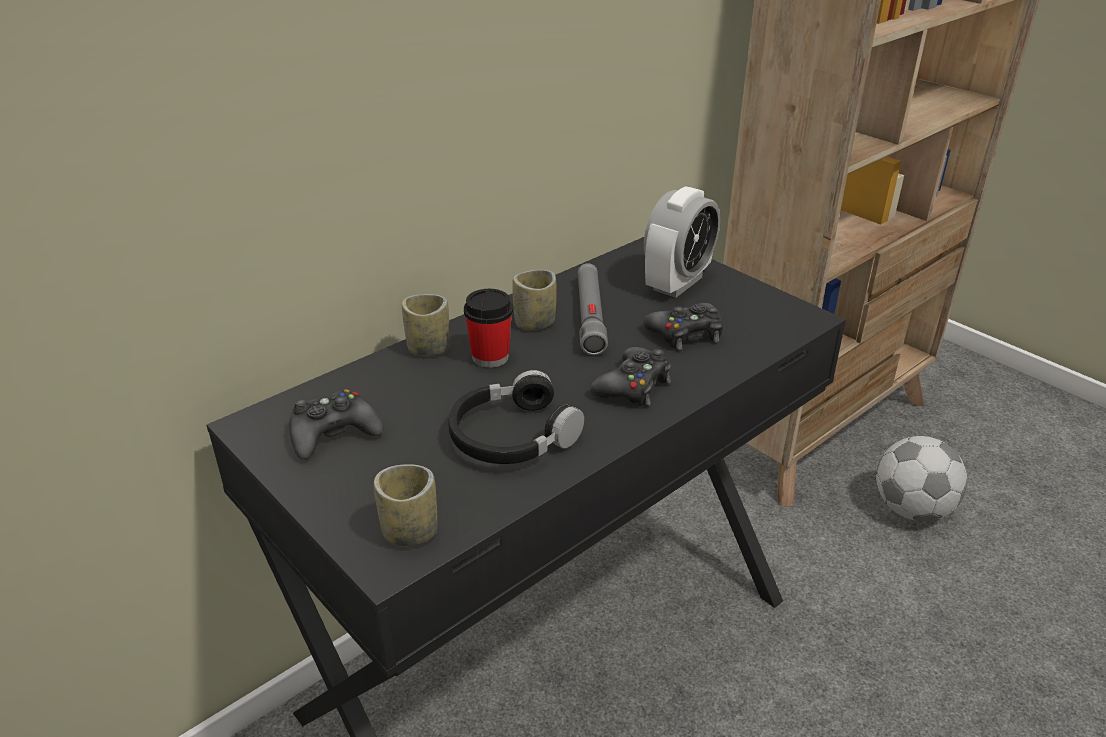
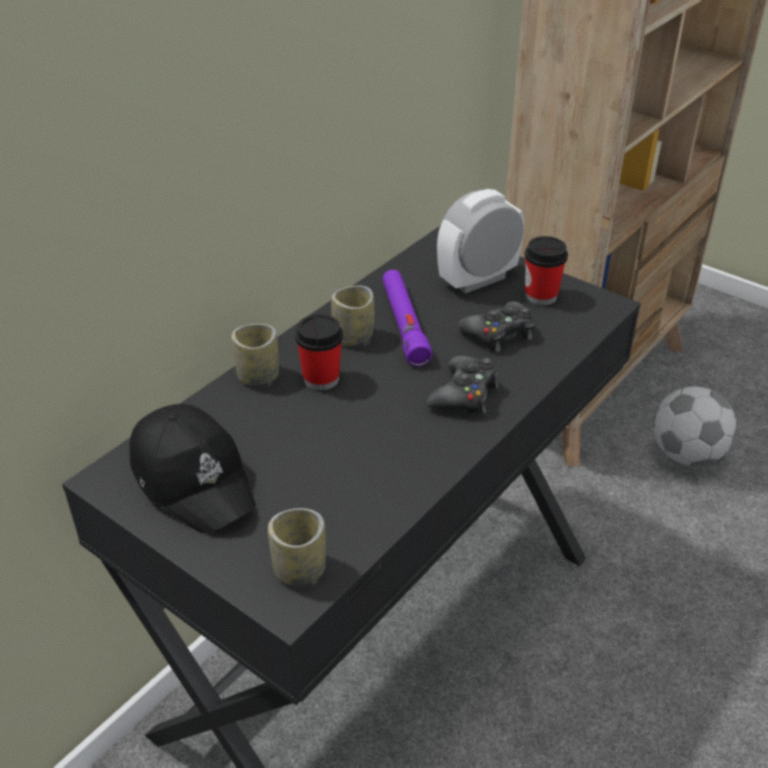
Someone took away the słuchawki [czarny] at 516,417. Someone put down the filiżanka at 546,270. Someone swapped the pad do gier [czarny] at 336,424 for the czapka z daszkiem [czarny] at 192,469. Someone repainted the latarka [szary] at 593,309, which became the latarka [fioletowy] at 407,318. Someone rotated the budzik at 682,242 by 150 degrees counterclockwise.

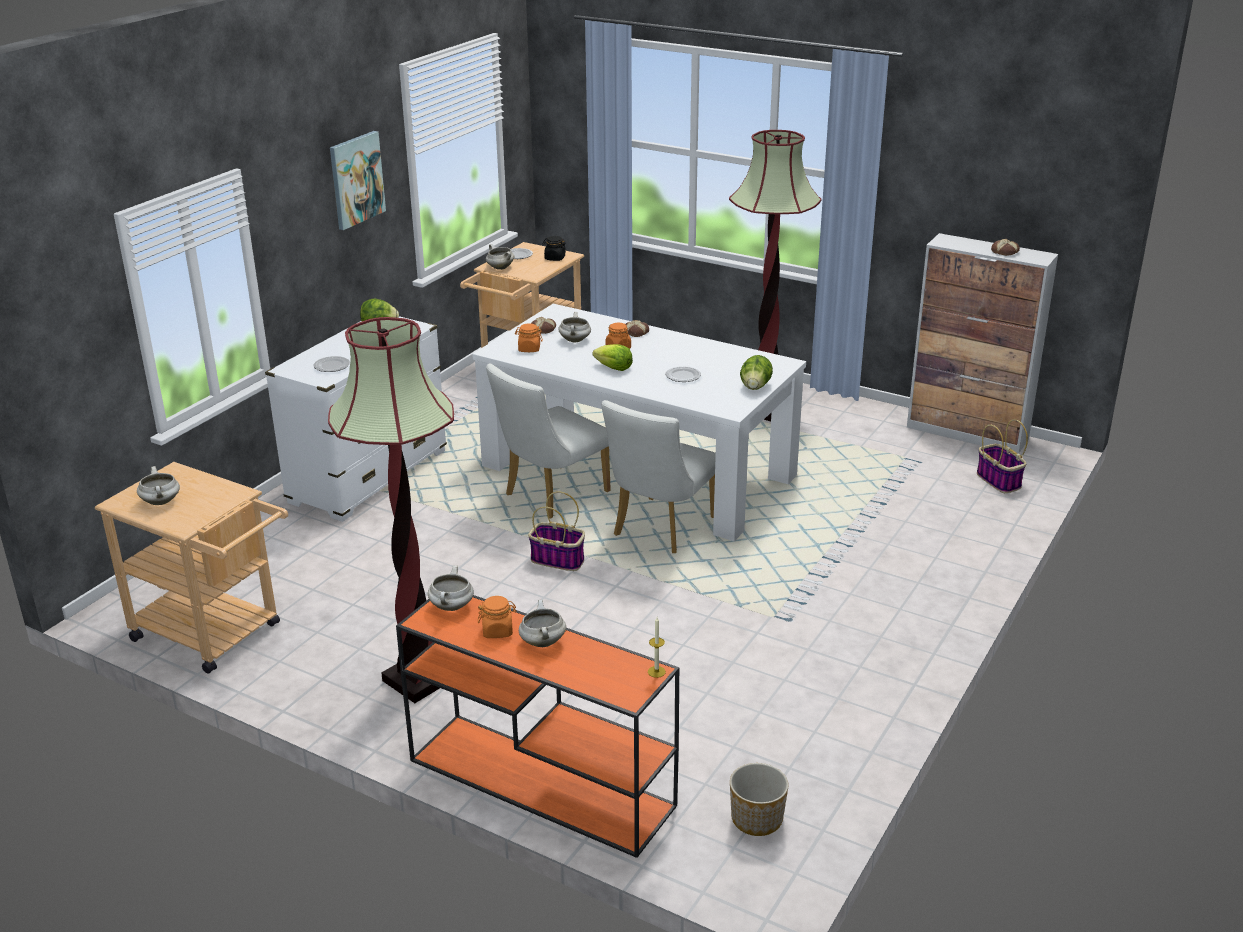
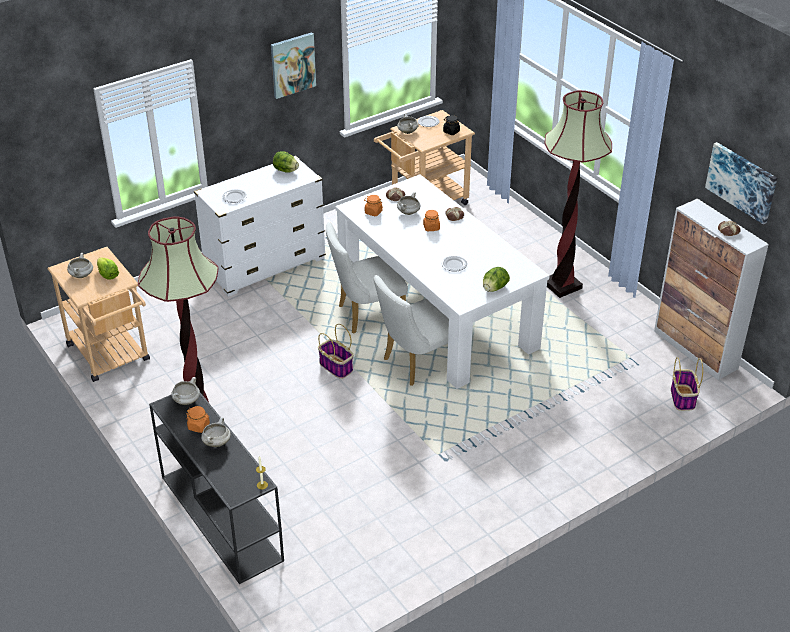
Someone took away the donica at 759,799. Someone put up the obraz at 741,183. Someone carried the sałata from 612,357 to 108,268. Someone repainted the stolik konsolowy [pomarańczowy] at 537,726, which became the stolik konsolowy [czarny] at 216,488.

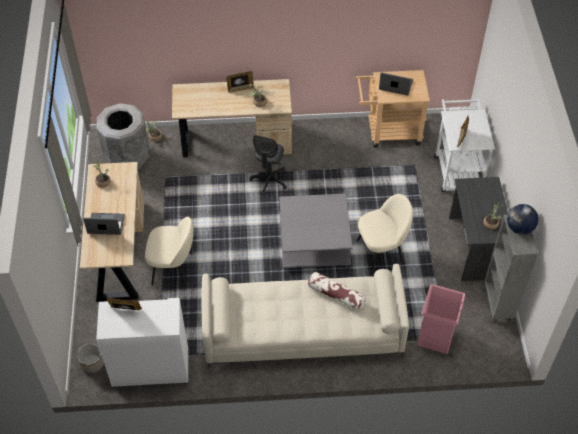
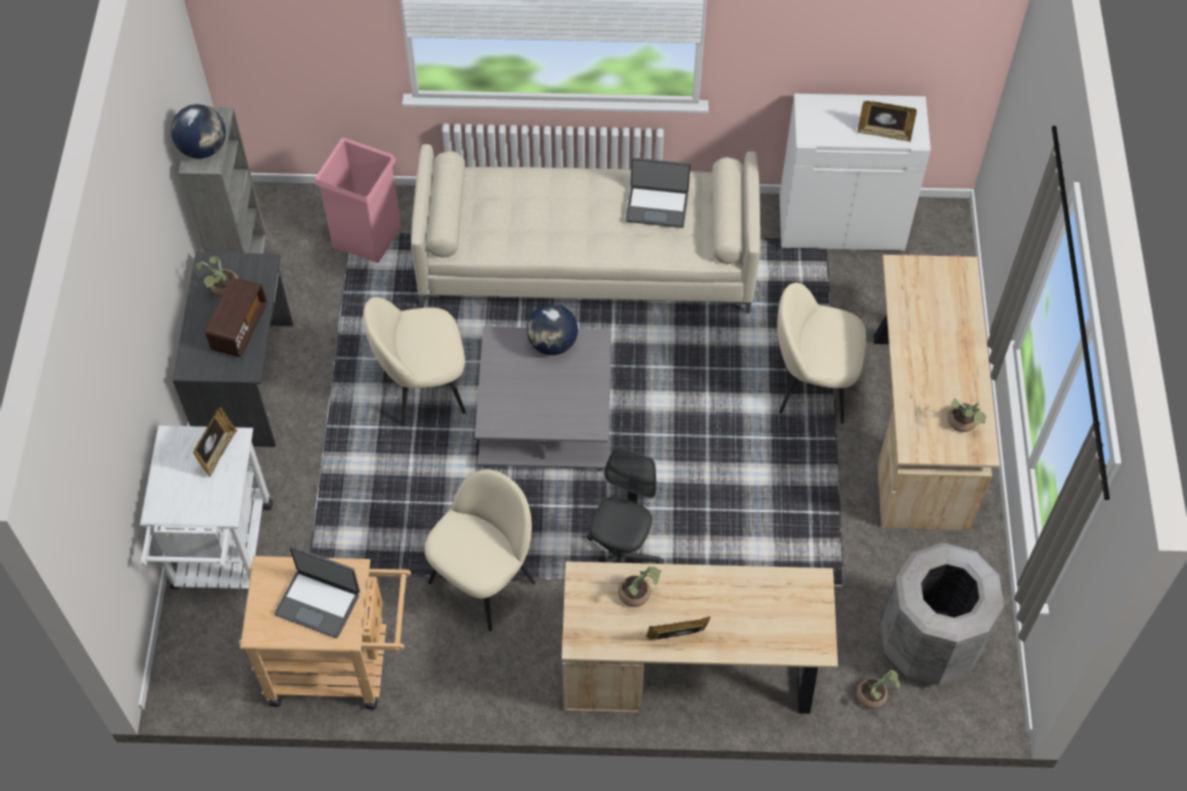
Someone took away the donica at 90,358. Someone took away the poduszka at 337,291. Someone put down the radio at 236,317. Someone put down the krzesło [beżowy] at 480,550. Someone put down the globus at 552,329. Someone carried the laptop from 104,224 to 658,193.

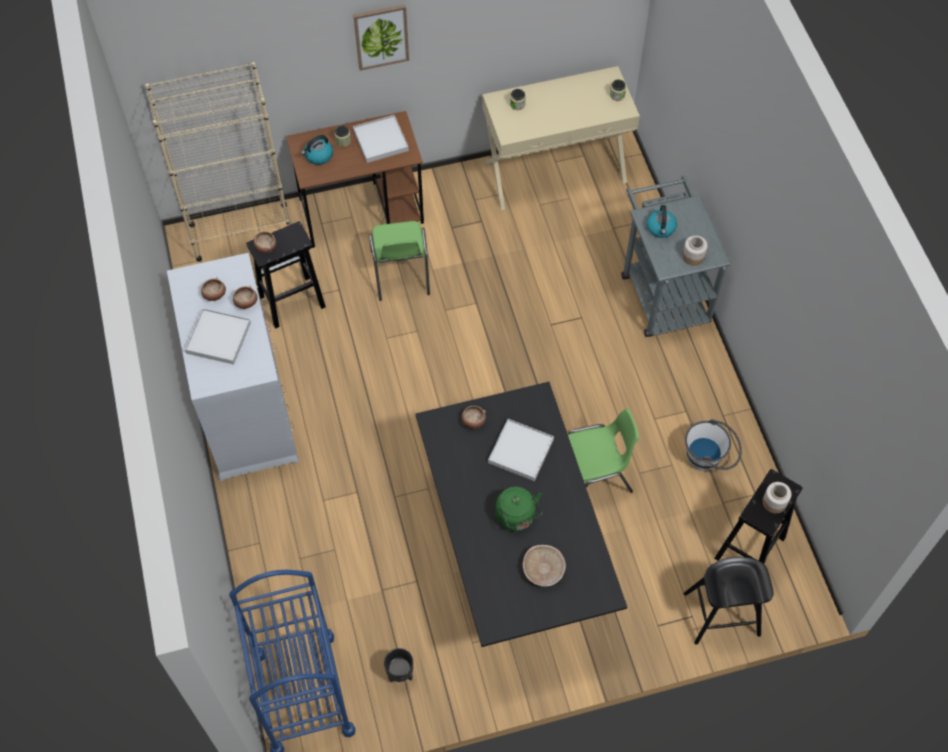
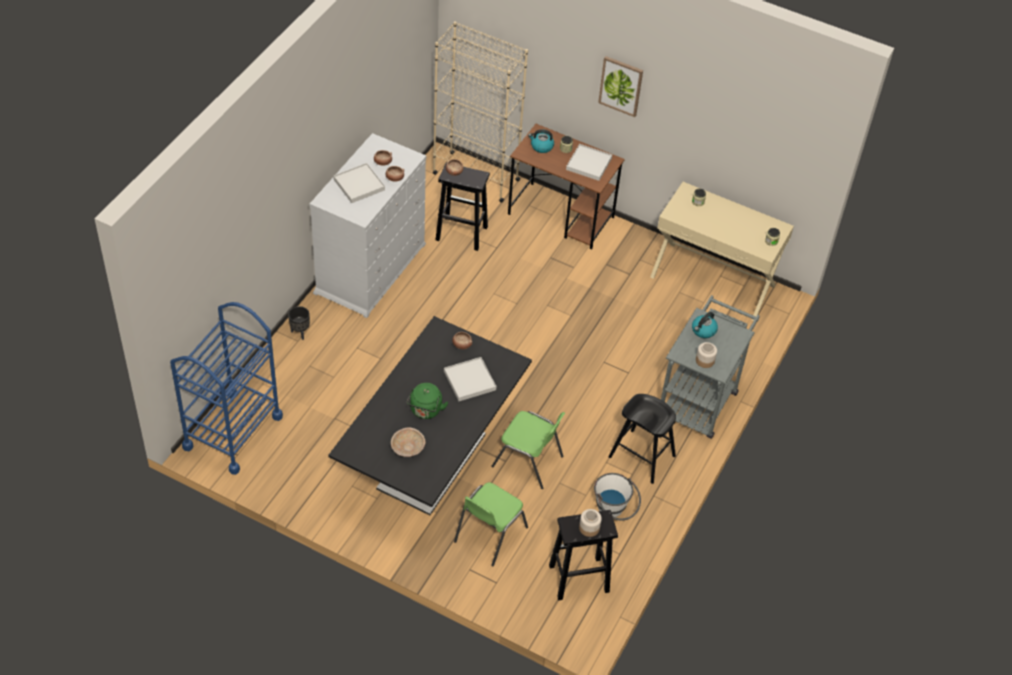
Someone carried the krzesło [zielony] from 399,261 to 491,524. Someone carried the donica [czarny] from 398,665 to 299,323. Someone carried the stołek [czarny] from 729,601 to 642,439.

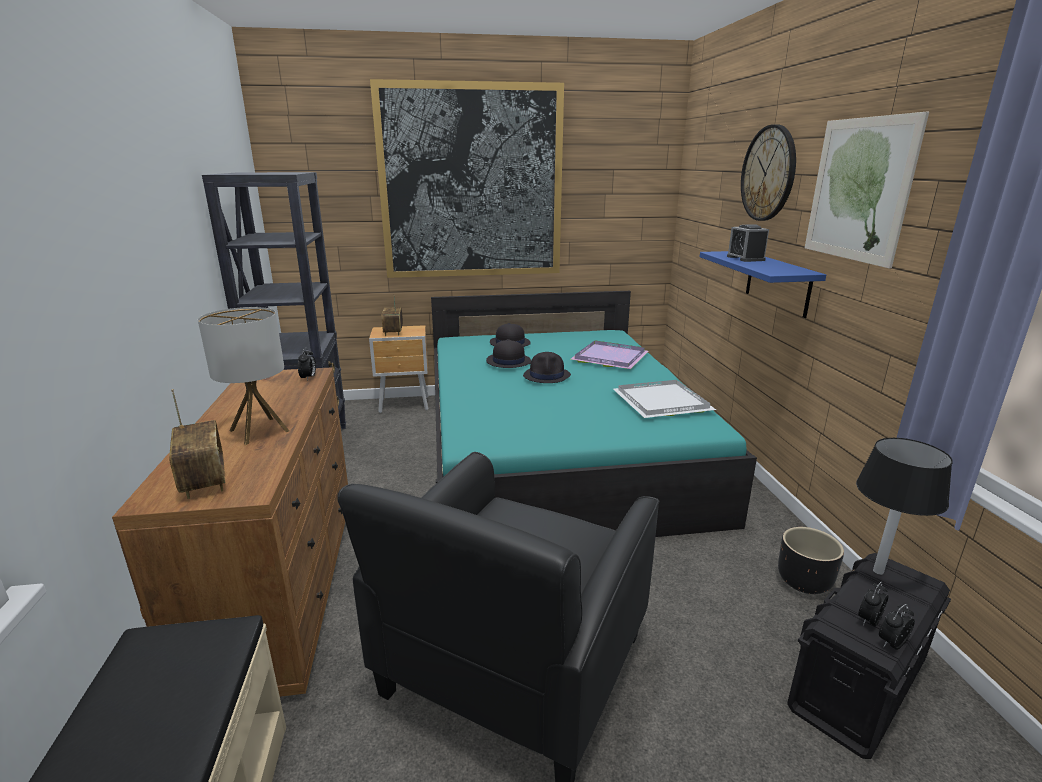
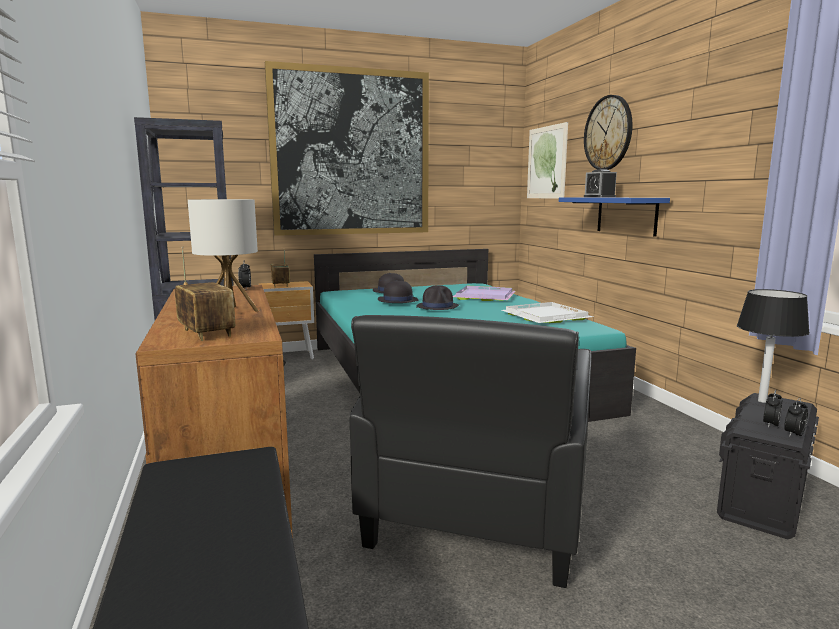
Someone took away the donica [czarny] at 811,560. Someone carried the obraz from 867,190 to 547,160.

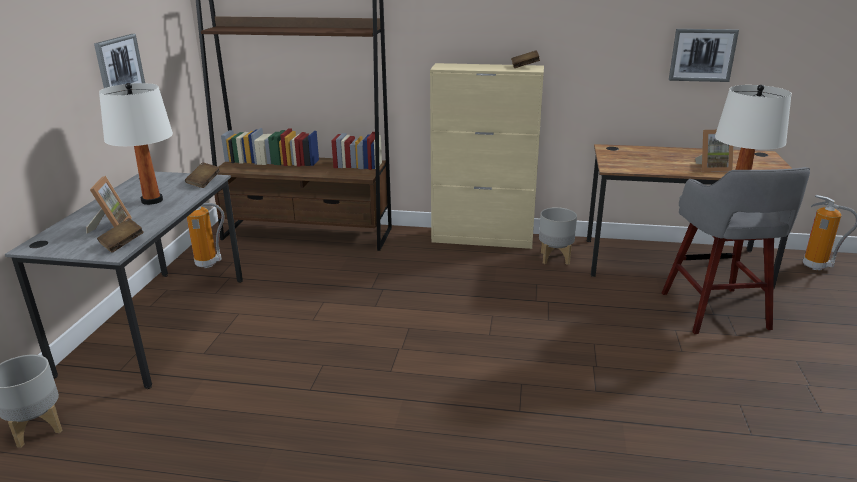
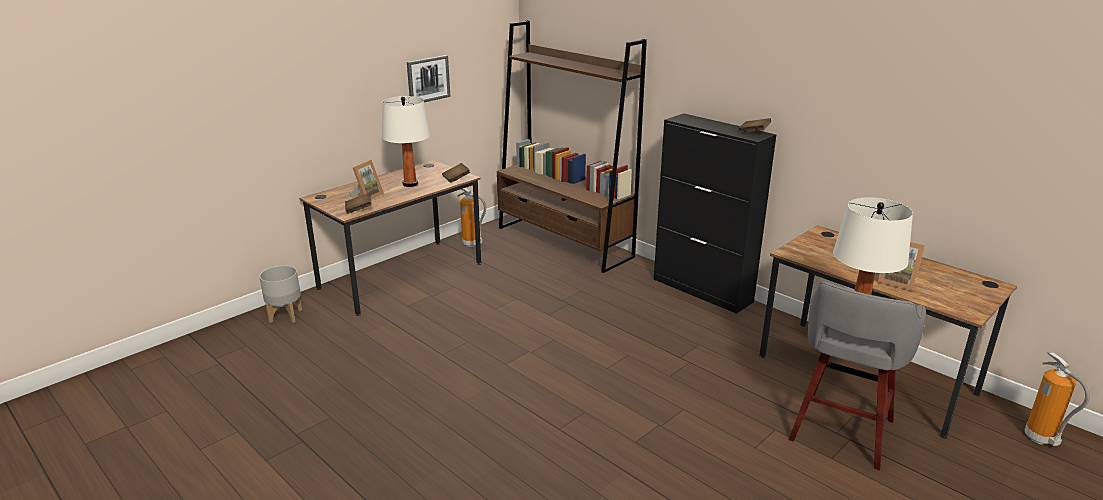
Someone took away the donica [szary] at 558,236. Someone took away the obraz at 704,55. Someone repainted the biurko [szary] at 124,280, which became the biurko [brązowy] at 390,238. Someone repainted the szafka [beżowy] at 487,156, which became the szafka [czarny] at 715,214.

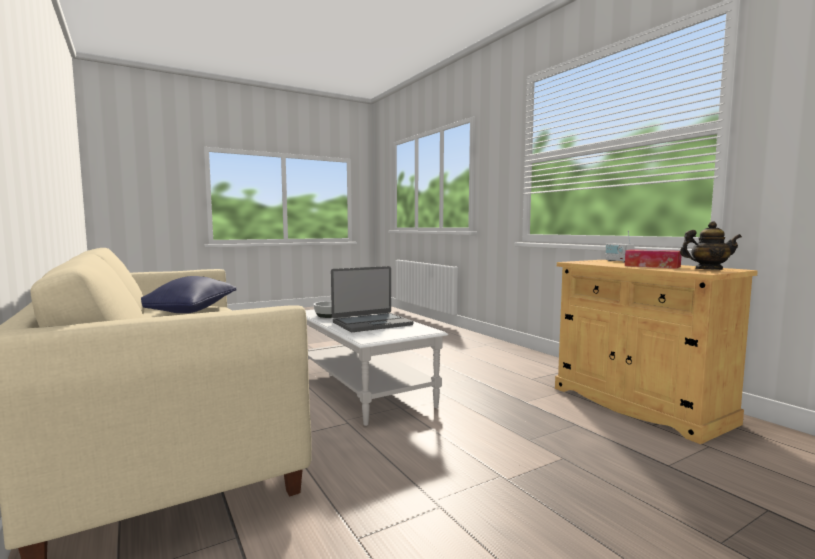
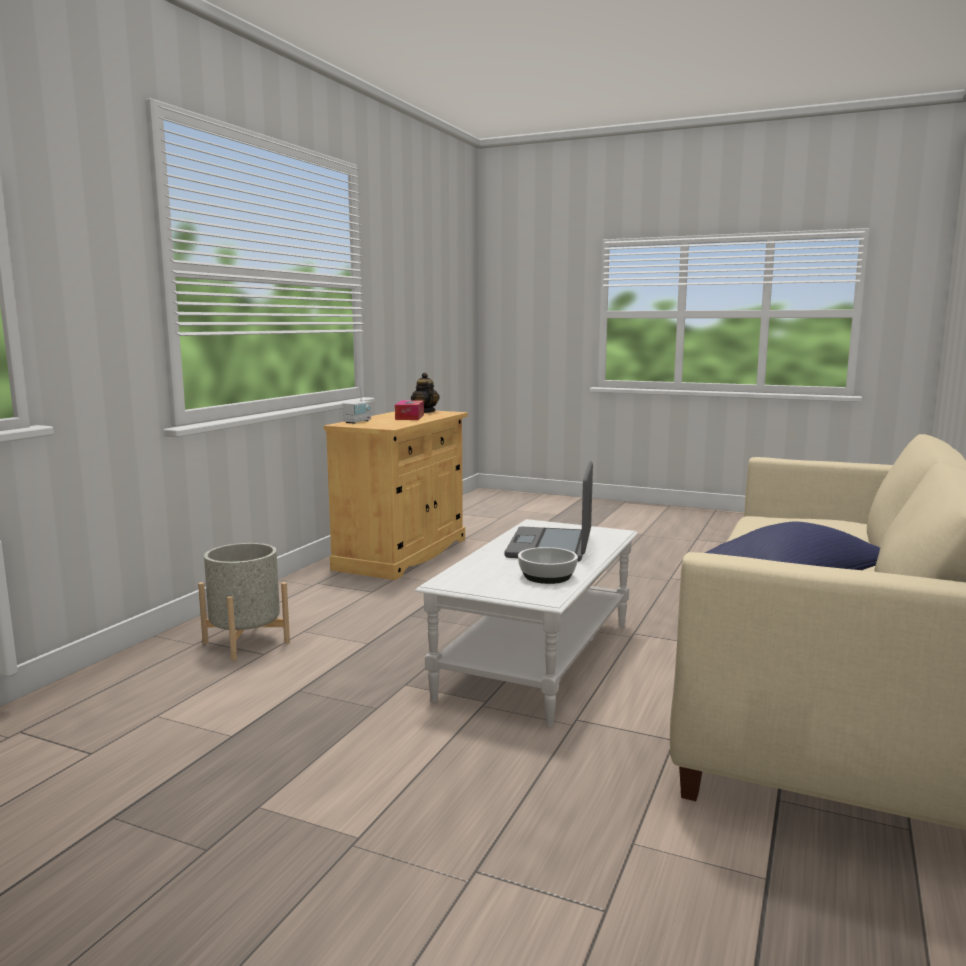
Someone put down the donica [szary] at 244,602. Someone rotated the laptop at 372,299 by 105 degrees counterclockwise.

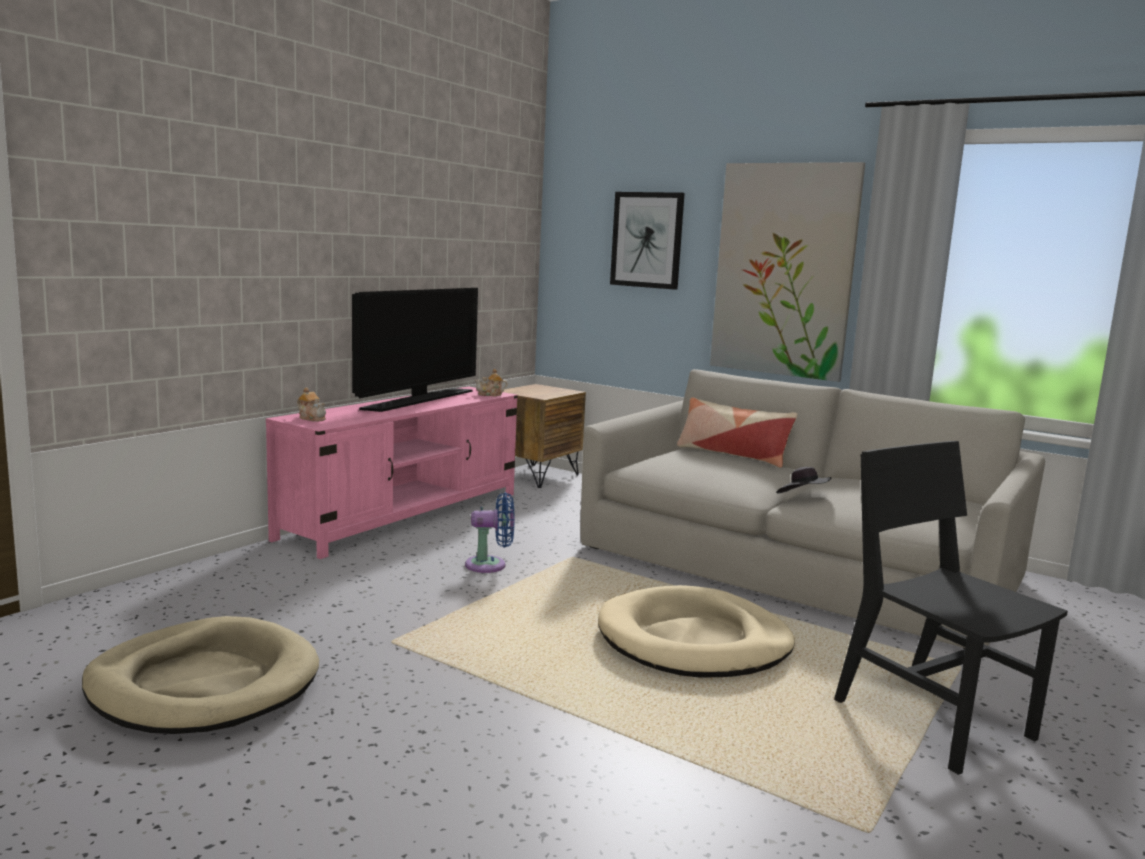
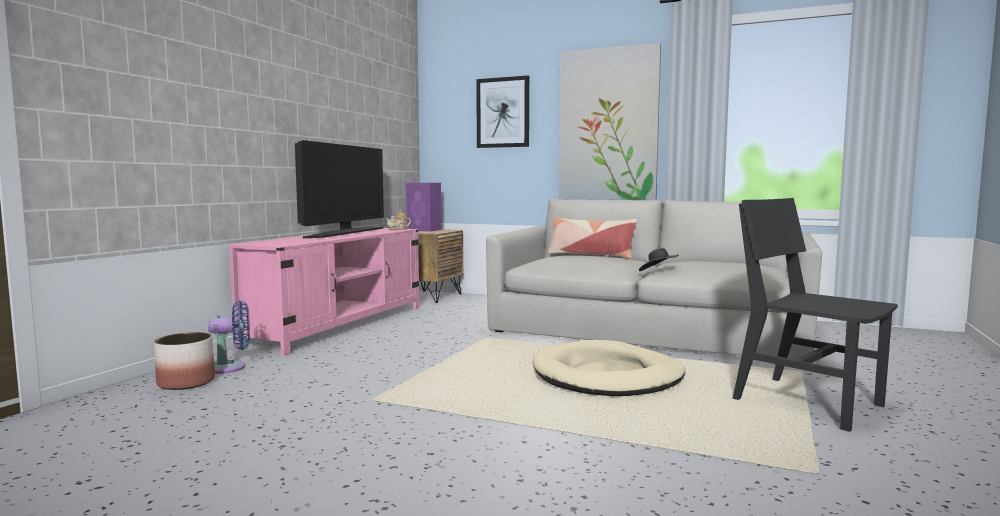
Someone took away the legowisko [beżowy] at 200,675. Someone took away the imbryk at 311,404. Someone put down the donica at 184,361. Someone put down the głośnik [fioletowy] at 423,207. Someone carried the wentylator [niebieski] from 490,532 to 229,337.

